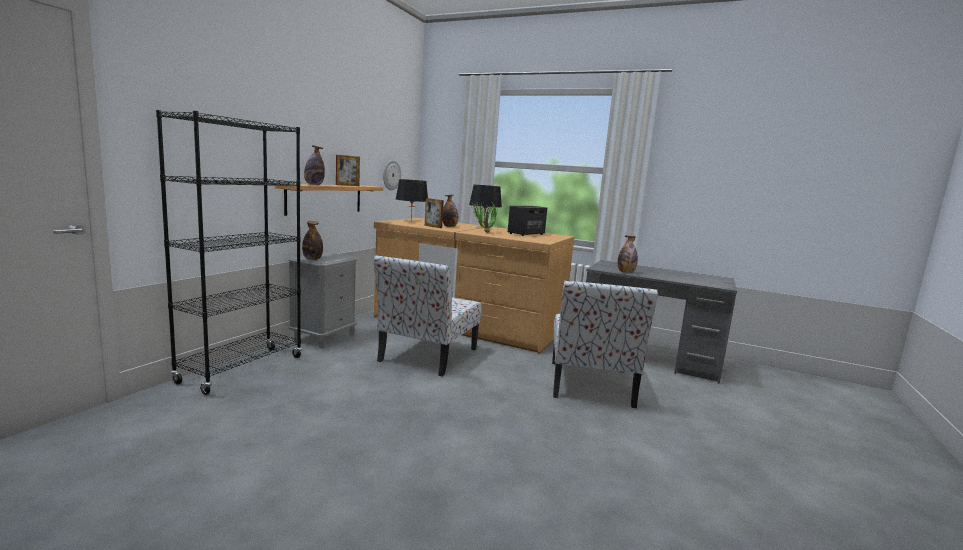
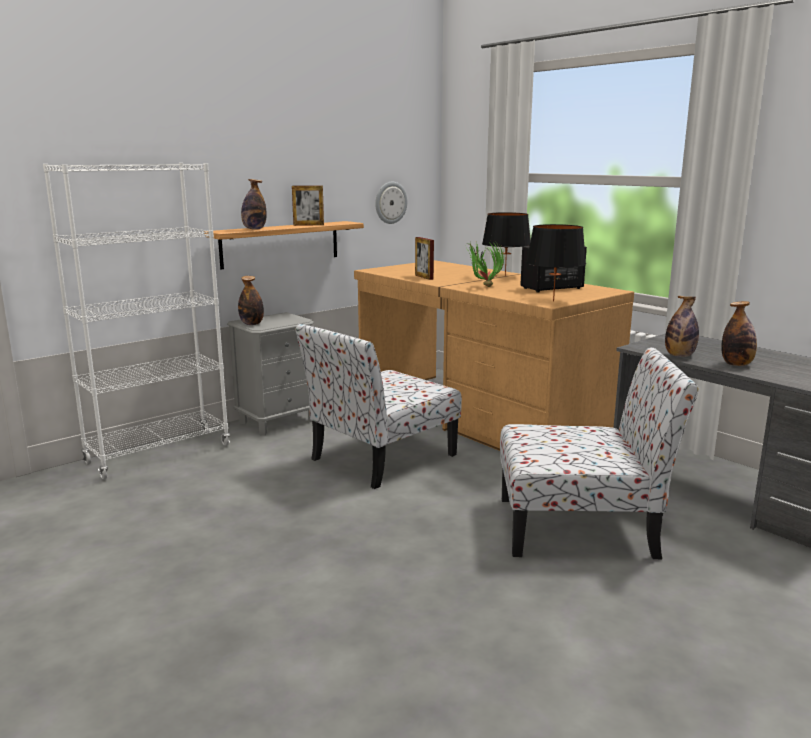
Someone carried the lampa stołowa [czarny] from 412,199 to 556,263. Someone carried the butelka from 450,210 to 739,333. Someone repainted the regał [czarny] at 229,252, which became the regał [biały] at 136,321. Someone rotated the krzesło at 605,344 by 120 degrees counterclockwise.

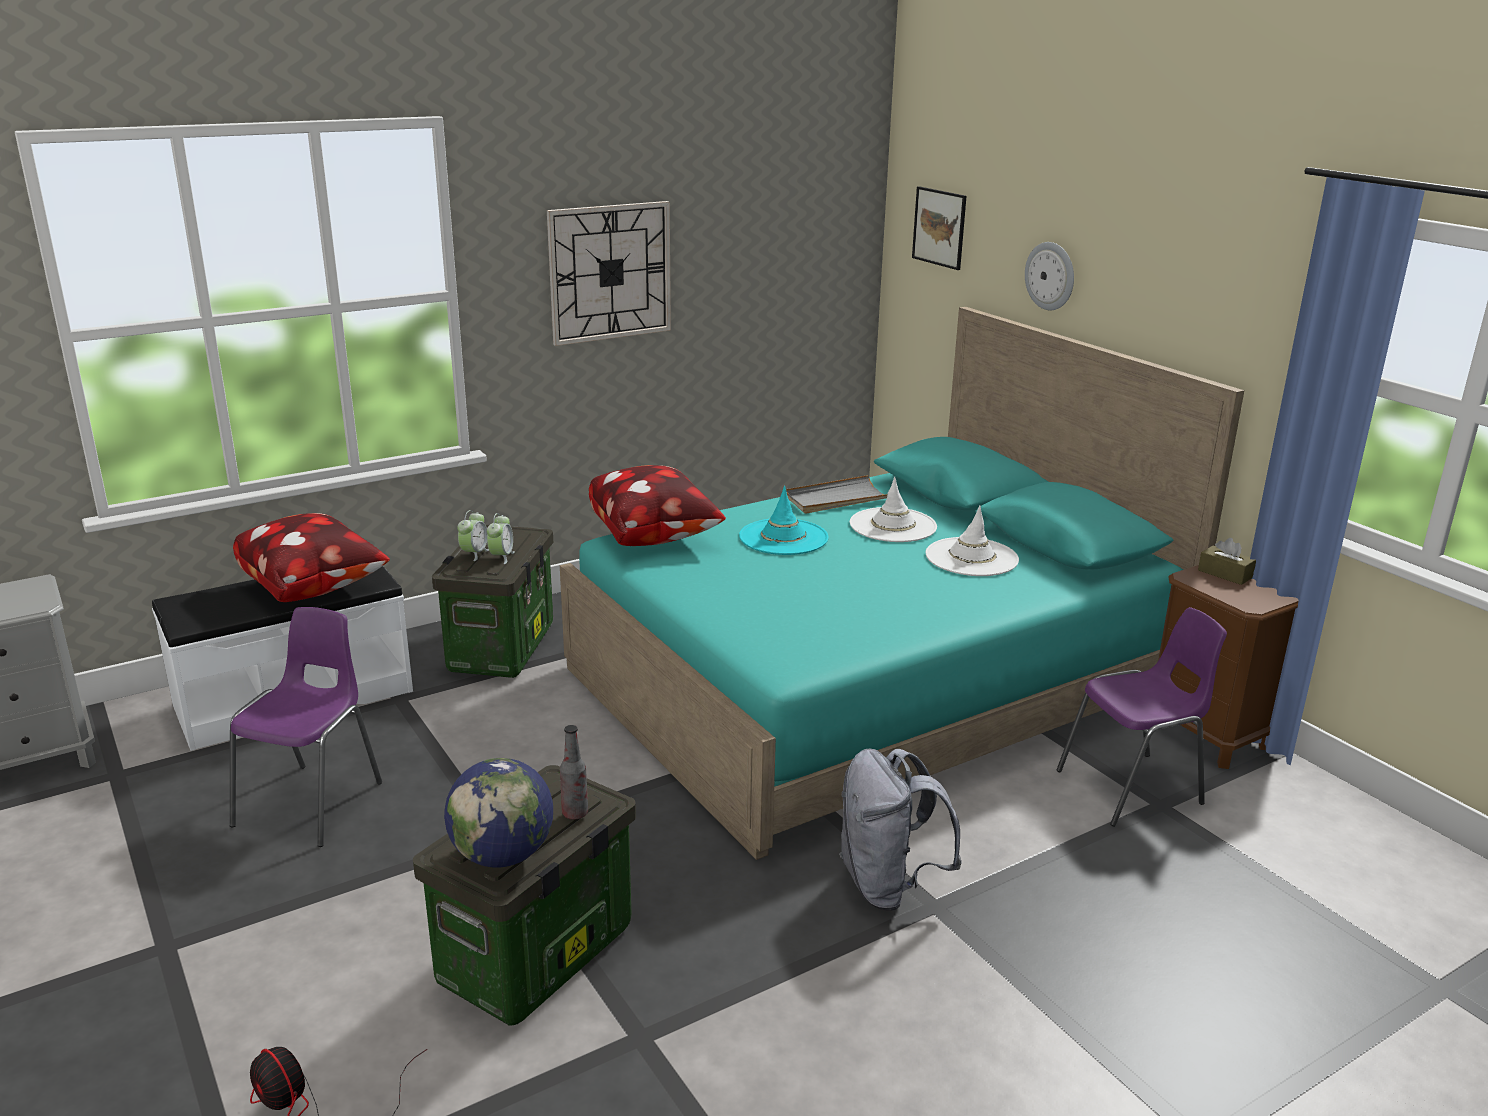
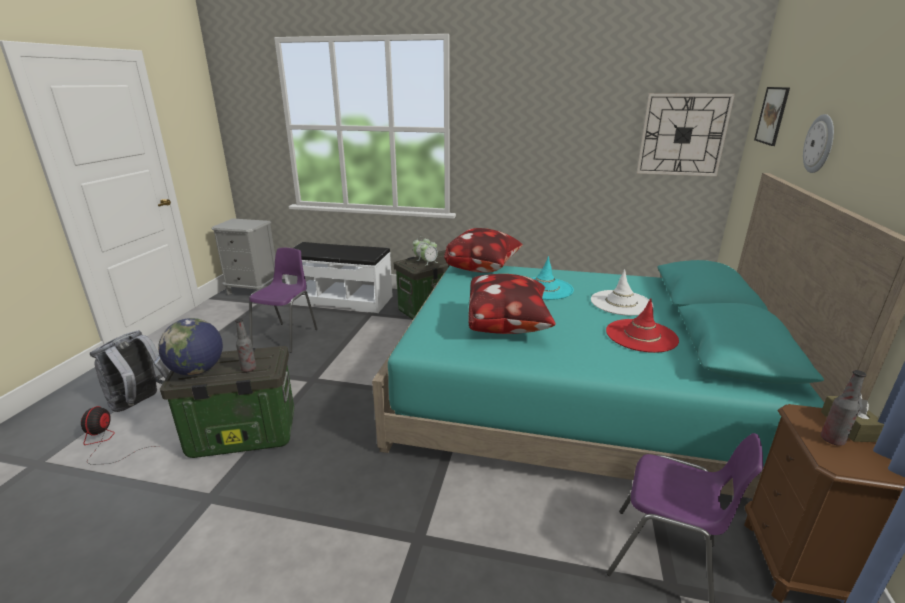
Someone took away the taca [szary] at 836,494. Someone put down the butelka at 843,408. Someone carried the poduszka from 311,557 to 512,304. Someone carried the zegar ścienny from 609,273 to 686,134. Someone carried the plecak [szary] from 900,830 to 129,371. Someone repainted the kapelusz [biały] at 972,540, which became the kapelusz [czerwony] at 642,325. Someone rotated the krzesło [fioletowy] at 306,727 by 45 degrees counterclockwise.

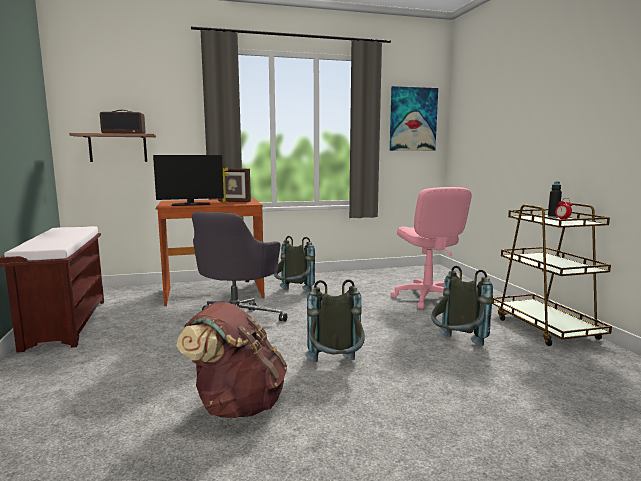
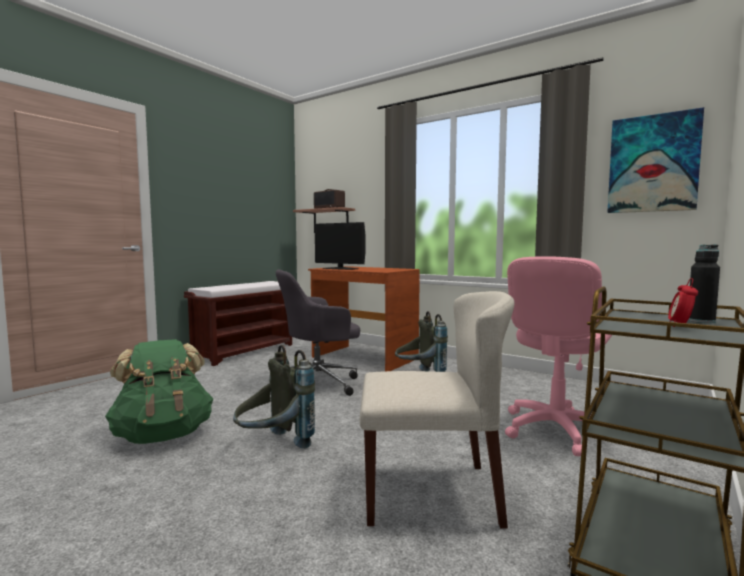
Someone took away the ramka na zdjęcie at 234,184. Someone swapped the plecak [szary] at 462,306 for the krzesło [beżowy] at 437,410. Someone repainted the plecak [brązowy] at 231,360, which became the plecak [zielony] at 159,391.

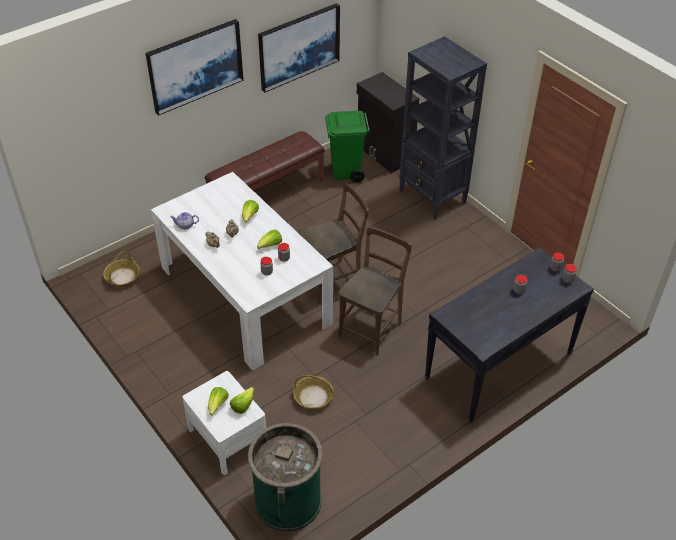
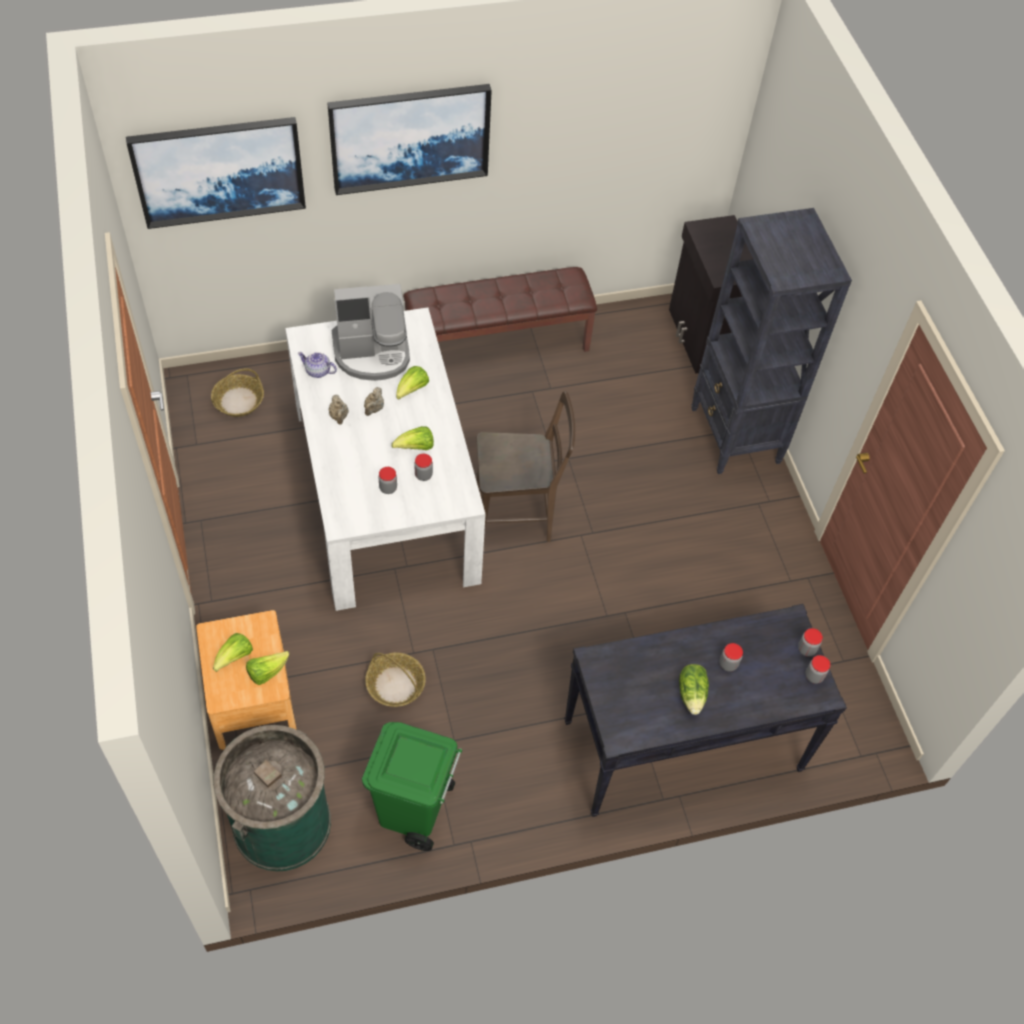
Someone took away the krzesło [brązowy] at 375,291. Someone put down the ekspres do kawy at 371,332. Someone put down the sałata at 694,689. Someone carried the obraz from 299,47 to 216,173. Someone carried the kosz na śmieci [zielony] from 347,147 to 412,786. Someone repainted the szafka nocna [biały] at 224,423, which became the szafka nocna [brązowy] at 246,680.

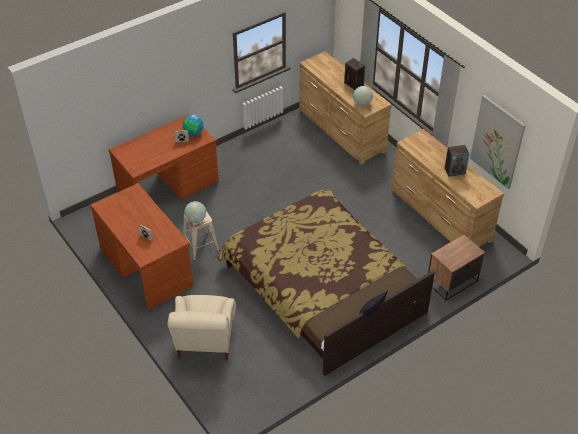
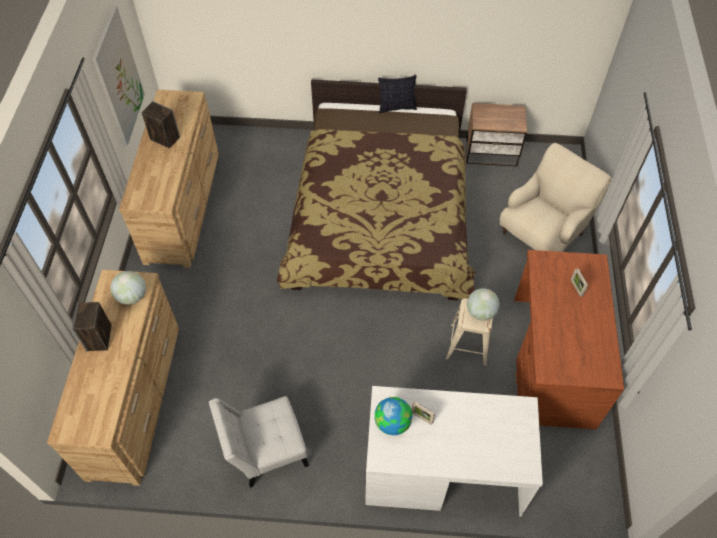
Someone put down the krzesło [biały] at 259,442. Someone carried the szafka nocna from 456,267 to 496,134. Someone repainted the biurko [brązowy] at 163,157, which became the biurko [biały] at 454,451.

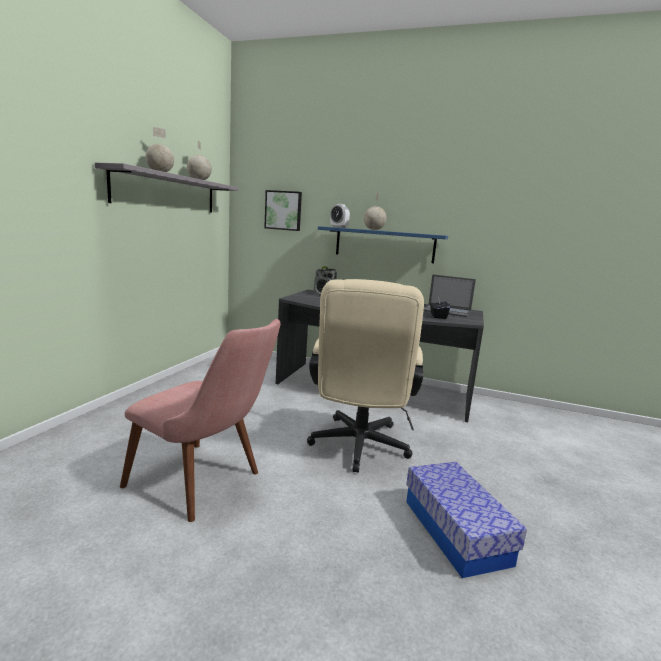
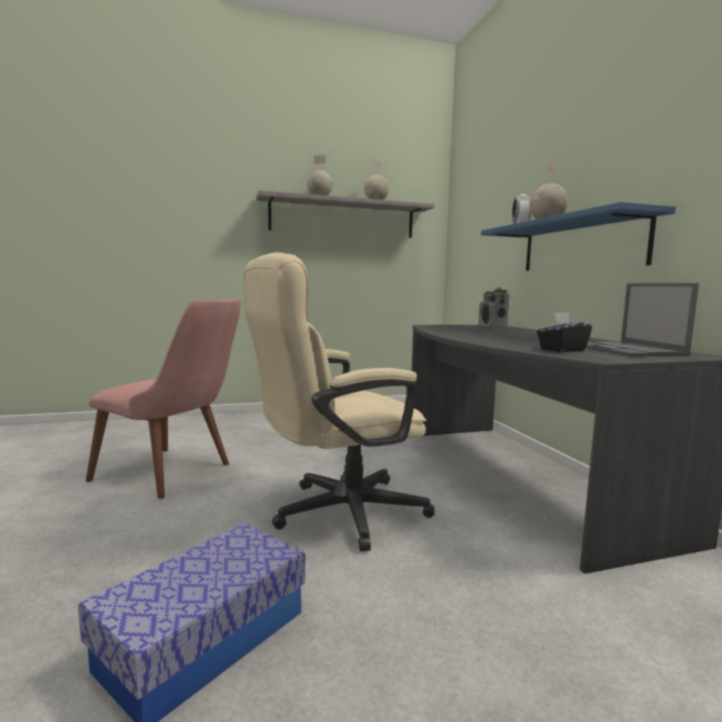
Someone took away the obraz at 283,210. Someone rotated the krzesło [różowy] at 200,420 by 60 degrees counterclockwise.

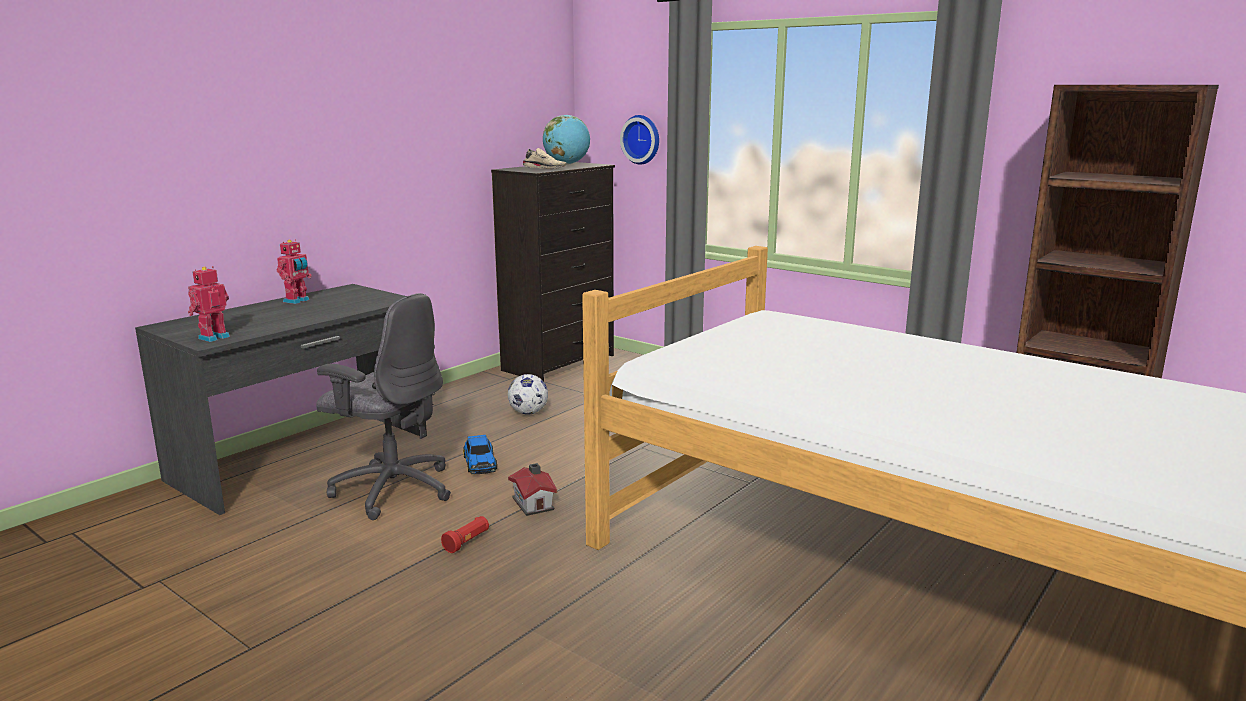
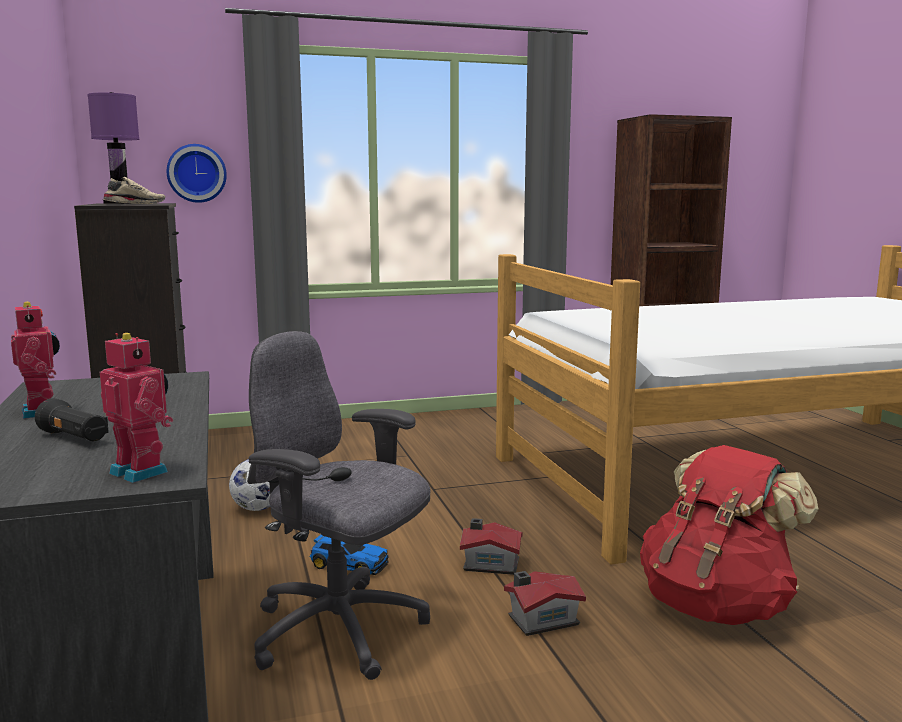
Someone put down the latarka [czarny] at 72,419. Someone put down the plecak [czerwony] at 729,535. Someone swapped the latarka [czerwony] at 465,534 for the domek at 545,603. Someone swapped the globus at 566,139 for the lampa stołowa [fioletowy] at 113,148. Someone rotated the robot zabawkowy at 209,304 by 150 degrees clockwise. Someone rotated the krzesło biurowe [szary] at 383,406 by 120 degrees counterclockwise.

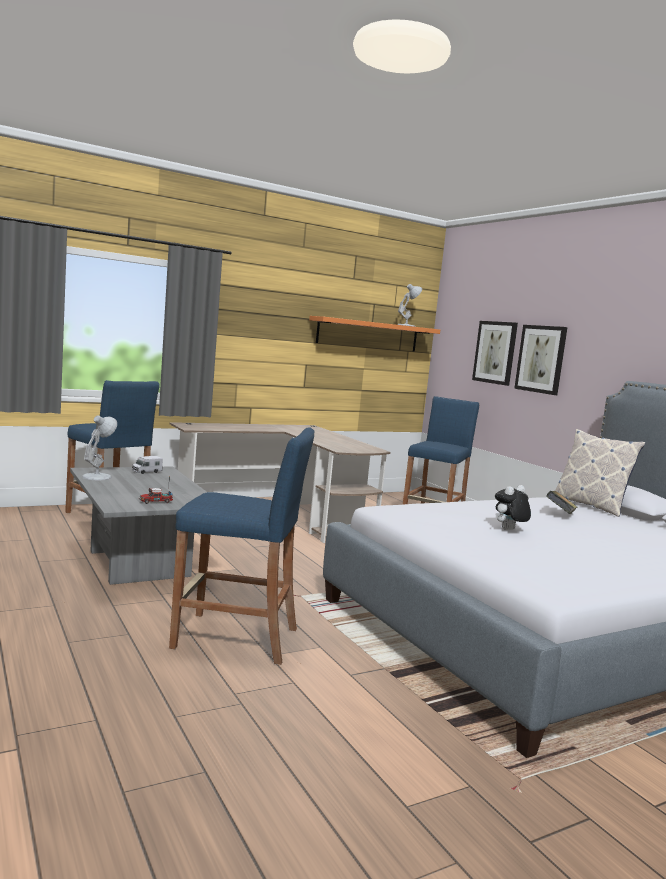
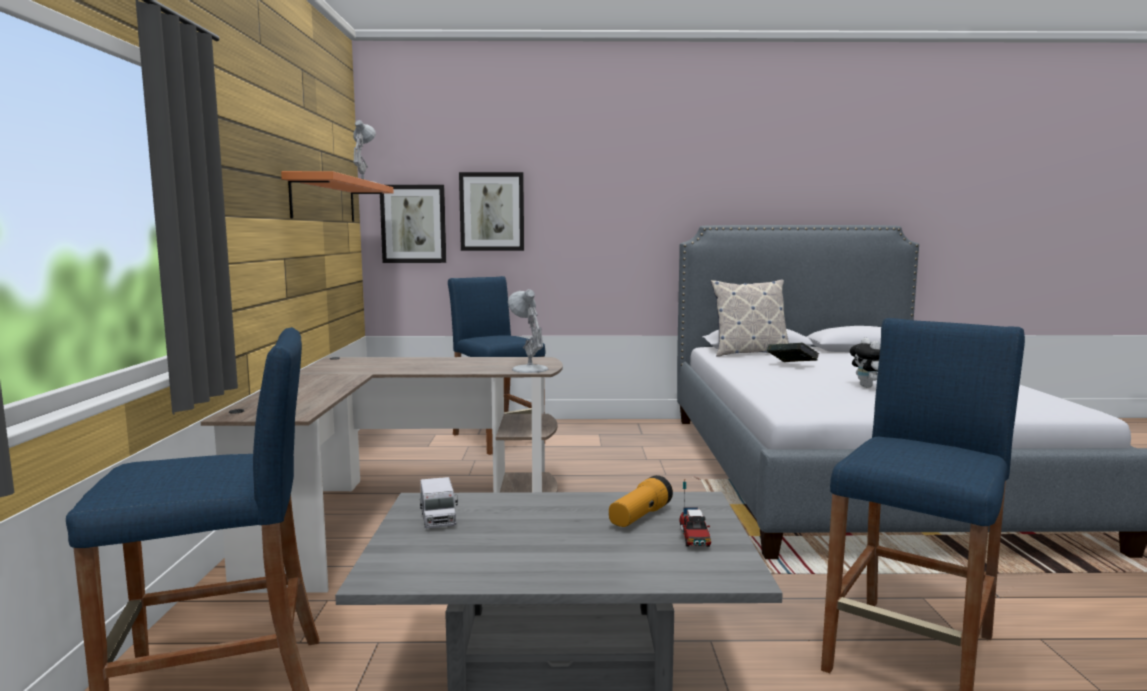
Someone put down the latarka at 641,501. Someone carried the lampa stołowa [biały] from 99,447 to 528,331. Someone carried the obraz from 541,360 to 413,224.

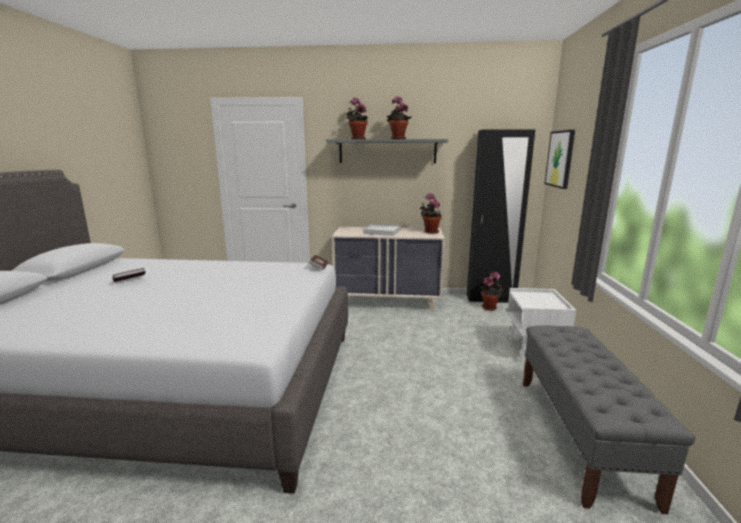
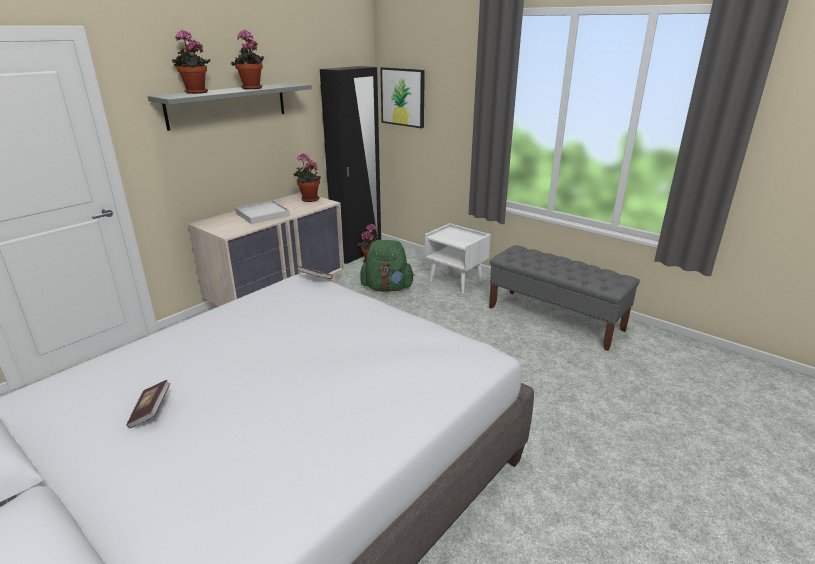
Someone put down the plecak [zielony] at 387,266.

